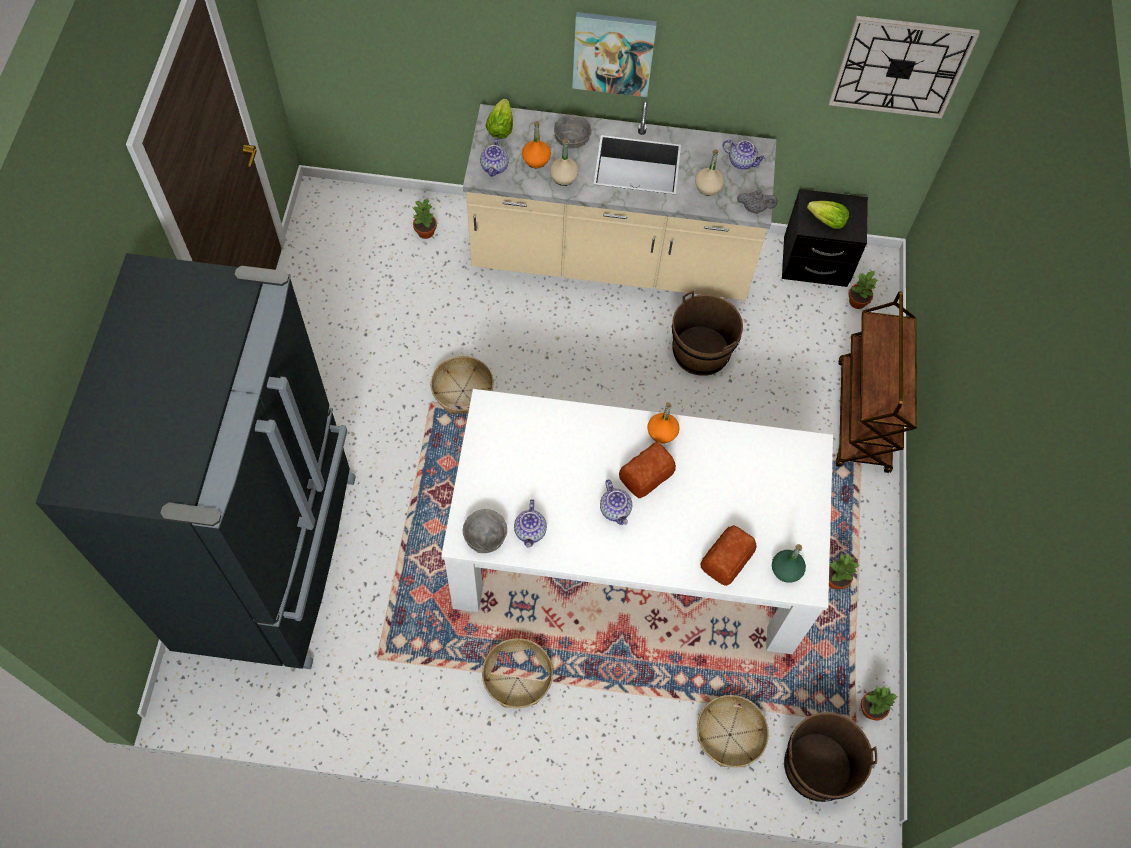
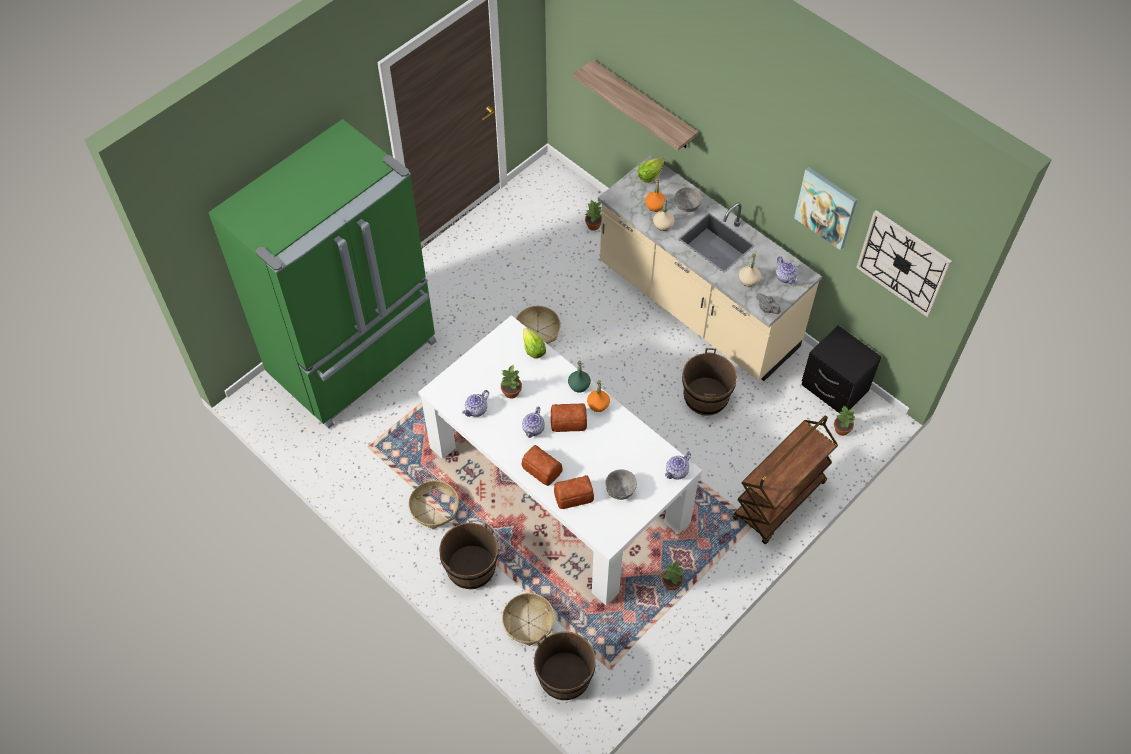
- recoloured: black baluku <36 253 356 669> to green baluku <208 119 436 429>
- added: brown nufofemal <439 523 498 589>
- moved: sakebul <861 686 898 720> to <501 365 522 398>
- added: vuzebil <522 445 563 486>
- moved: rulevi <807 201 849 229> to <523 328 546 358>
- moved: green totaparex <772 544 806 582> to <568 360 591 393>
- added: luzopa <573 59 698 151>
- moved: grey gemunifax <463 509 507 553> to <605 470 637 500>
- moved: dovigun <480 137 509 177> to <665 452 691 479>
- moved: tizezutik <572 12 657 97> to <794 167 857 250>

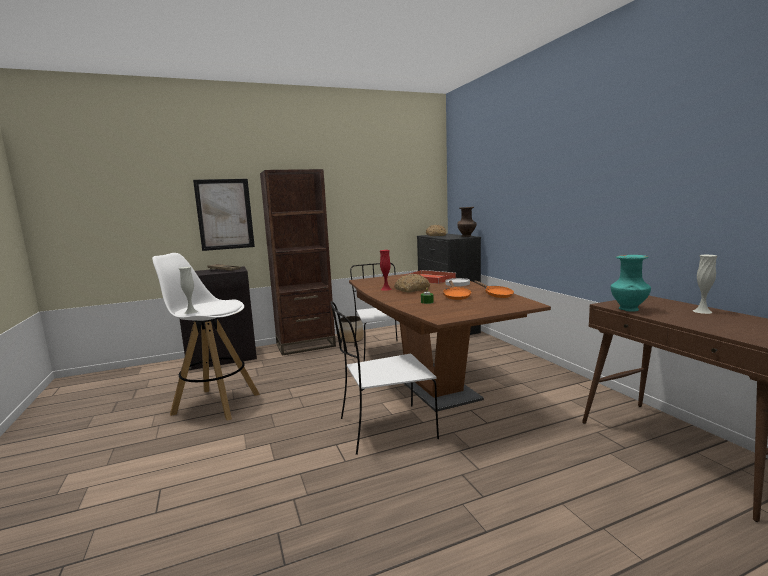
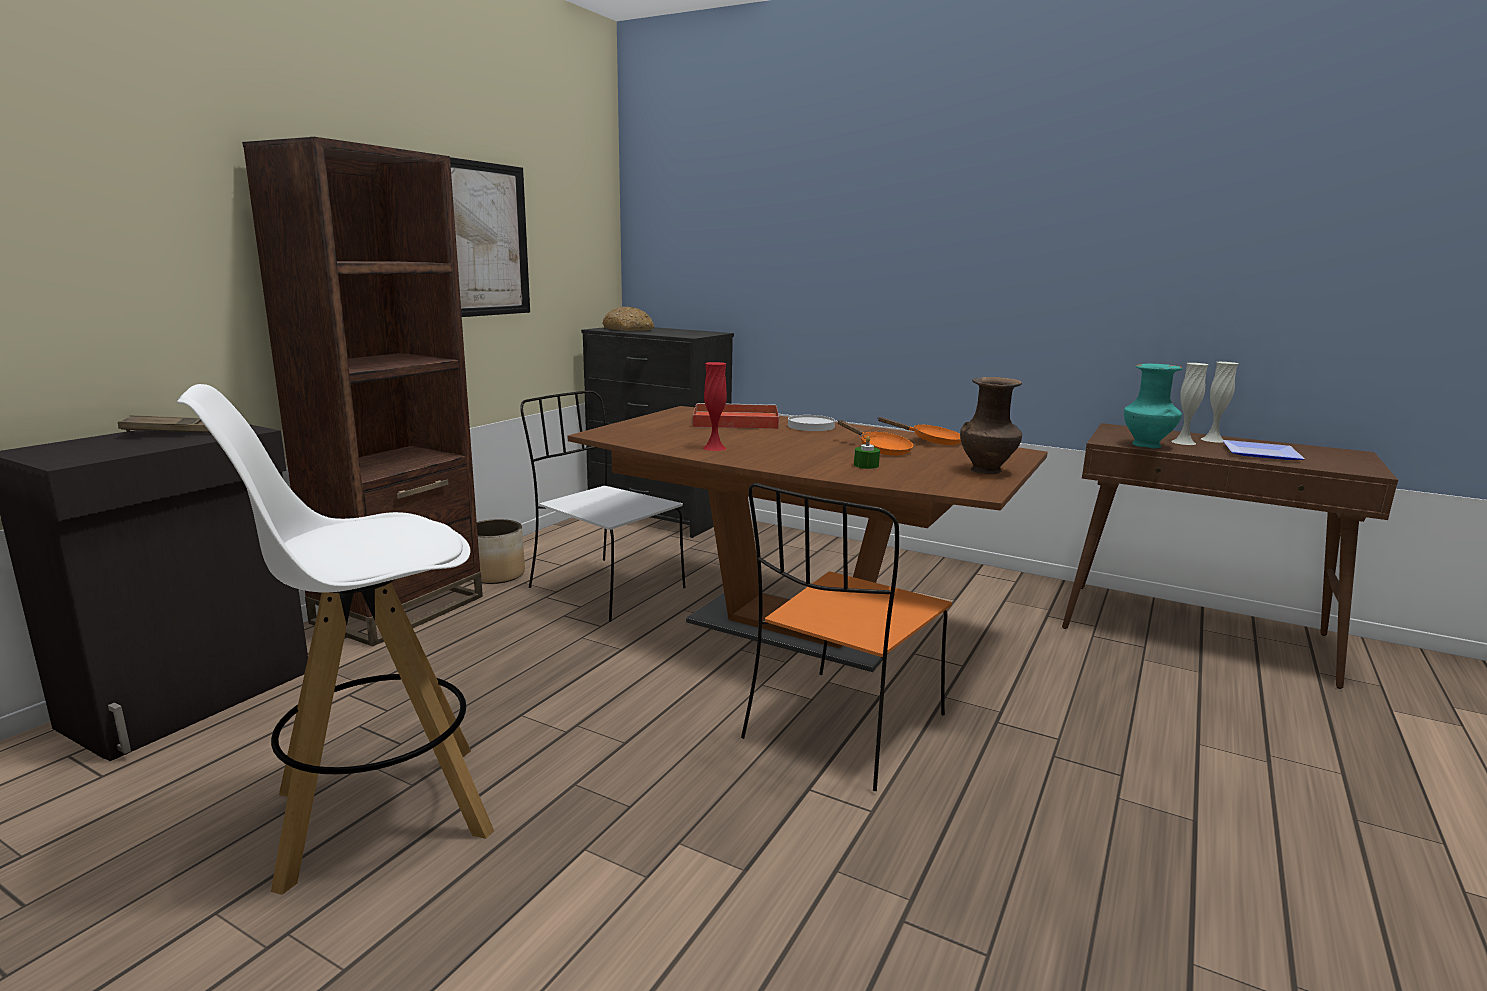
- moved: tizezutik <193 179 255 251> to <450 157 530 317>
- recoloured: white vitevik <331 301 439 455> to orange vitevik <741 483 952 791>
- moved: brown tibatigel <457 207 477 237> to <960 377 1022 474>
- moved: white tibatigel <179 267 198 314> to <1171 363 1209 445>
- added: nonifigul <1223 440 1305 460>
- removed: vuzebil <394 274 430 293>

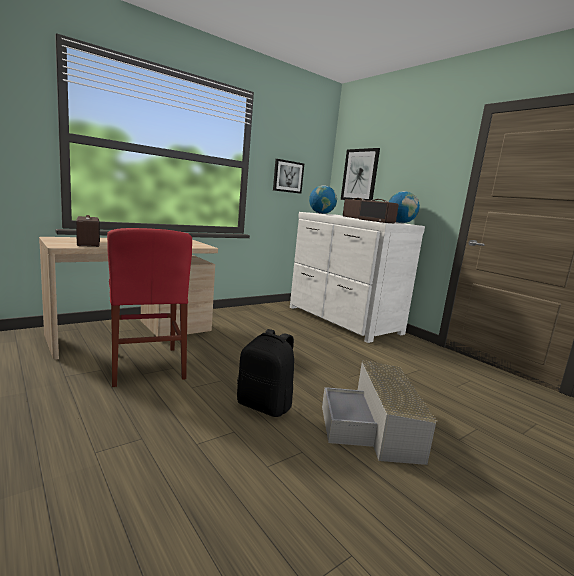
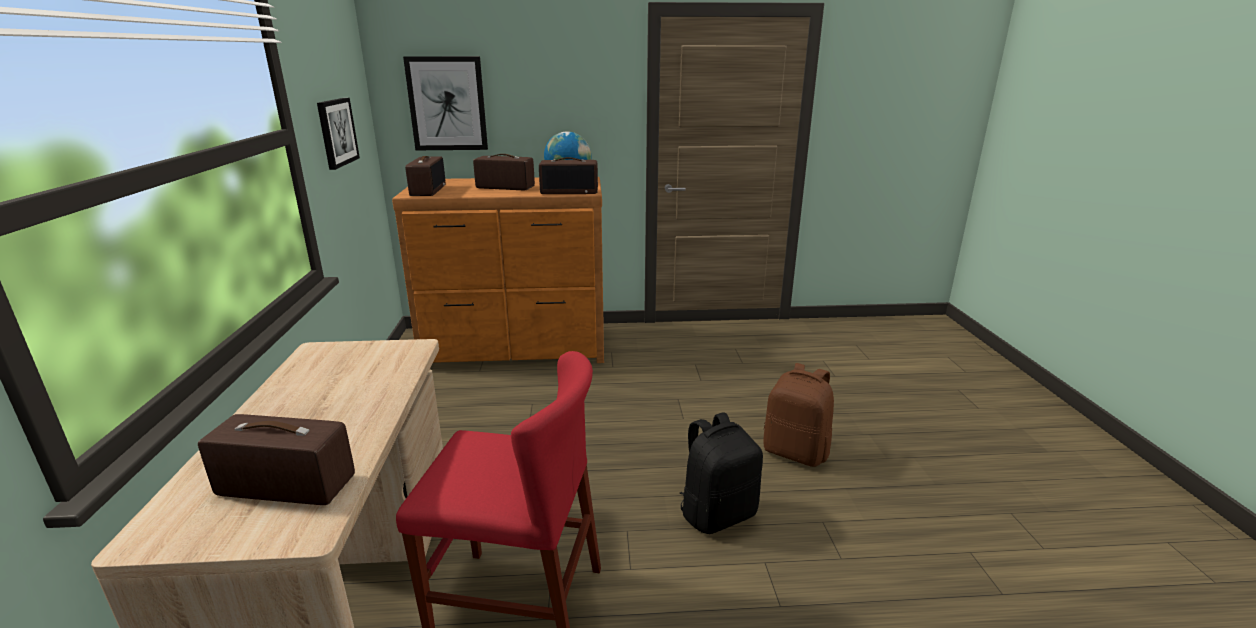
- recoloured: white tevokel <290 212 425 343> to brown tevokel <392 177 604 363>
- replaced: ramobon <309 185 337 214> to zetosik <405 156 446 196>
- replaced: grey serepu <322 360 438 465> to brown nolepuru <763 363 834 467>

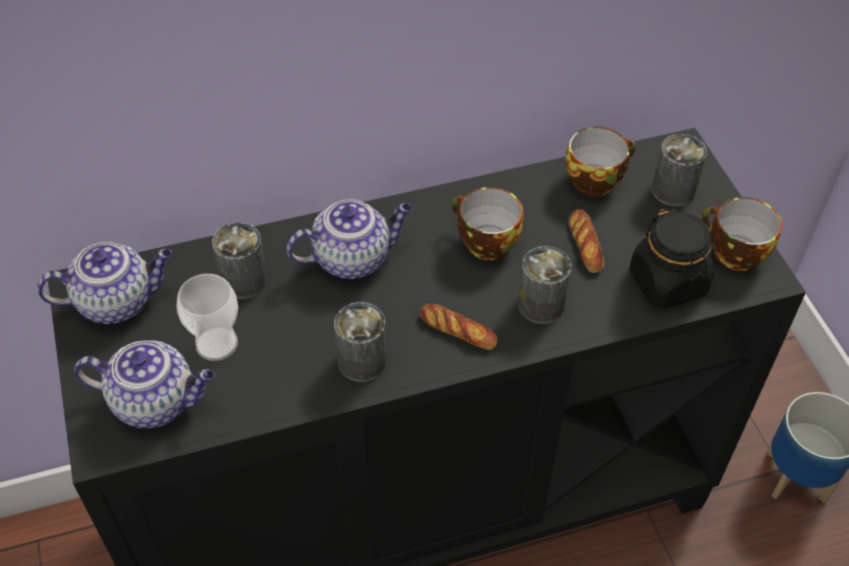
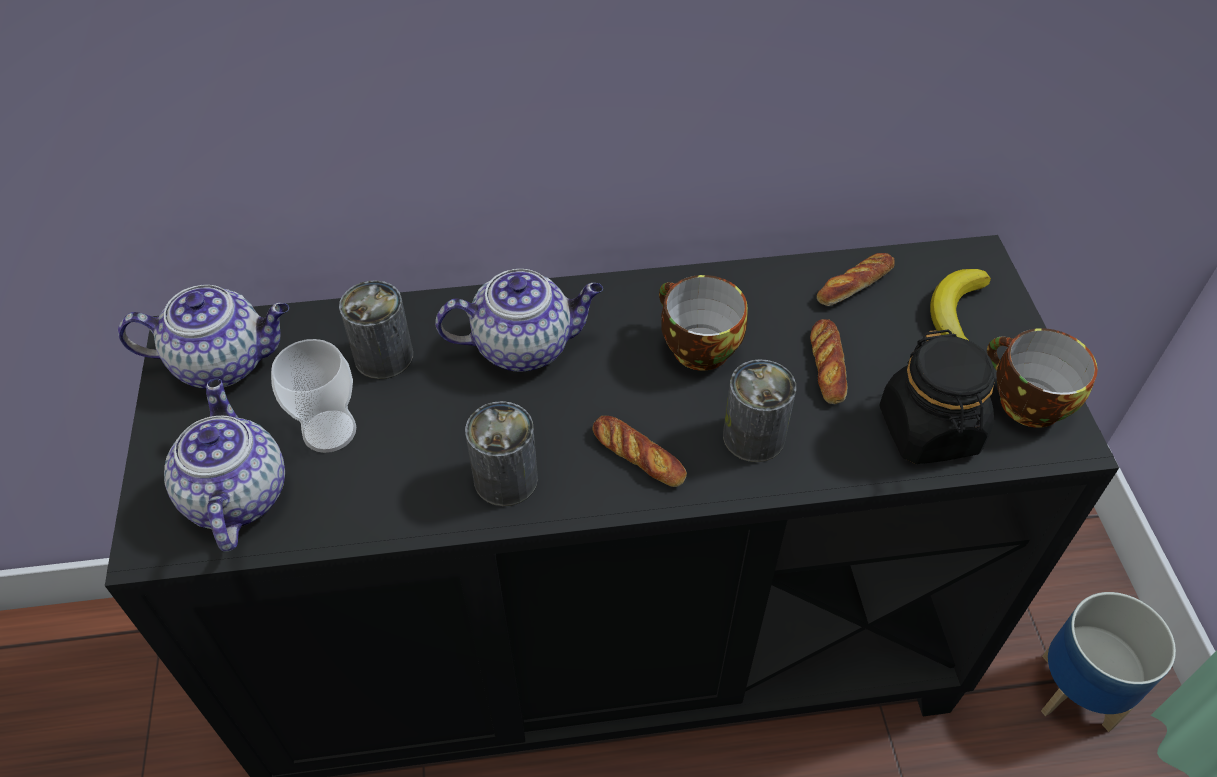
- turned: dovigun <74 340 215 429> = <164 379 285 552> 120 degrees counterclockwise
- replaced: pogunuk <565 127 635 197> to vuzebil <817 253 895 306>
- replaced: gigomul <652 134 707 206> to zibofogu <930 269 991 340>

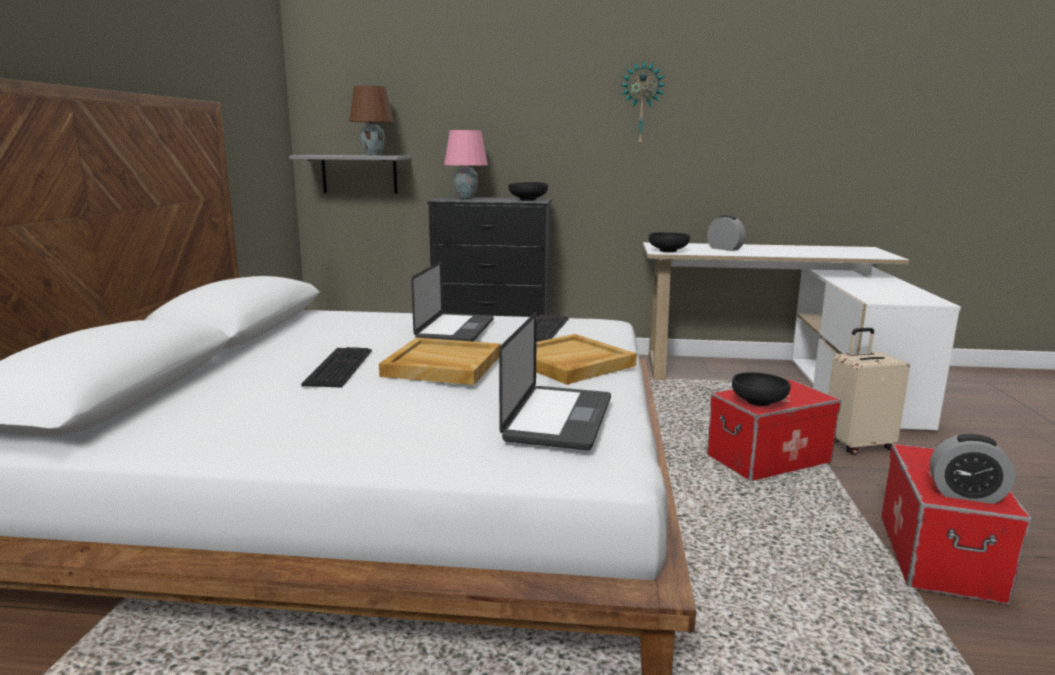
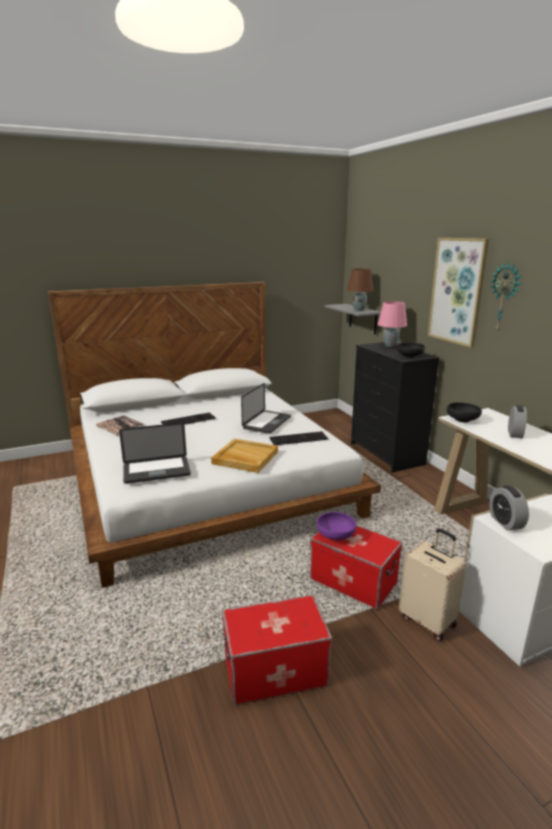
- added: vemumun <96 415 144 435>
- turned: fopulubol <411 261 494 342> = <241 383 291 434> 45 degrees counterclockwise
- recoloured: black gemunifax <732 372 791 406> to purple gemunifax <317 512 356 540>
- added: tizezutik <428 238 489 348>
- moved: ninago <930 434 1015 504> to <489 486 529 531>
- removed: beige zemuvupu <379 338 501 385>

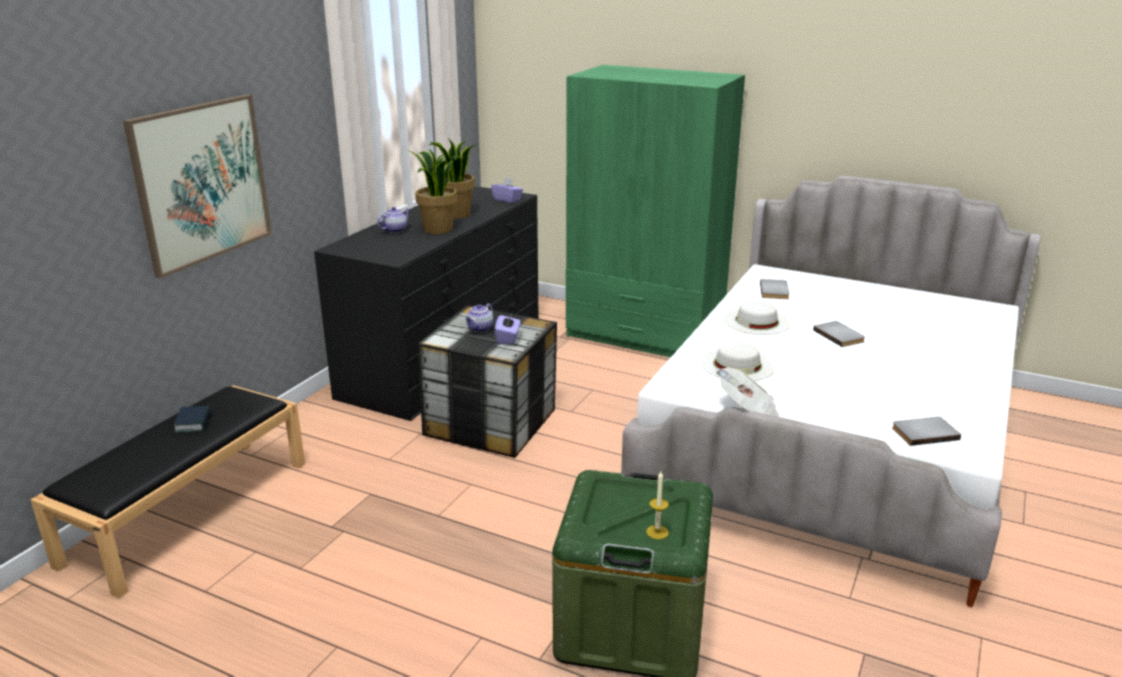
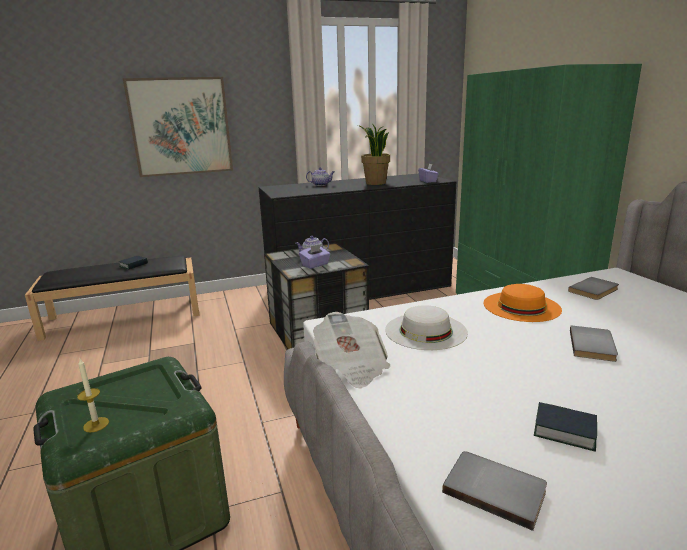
- recoloured: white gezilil <723 301 791 335> to orange gezilil <483 284 562 322>
- added: vemumun <534 402 597 452>
- removed: sakebul <409 149 457 234>

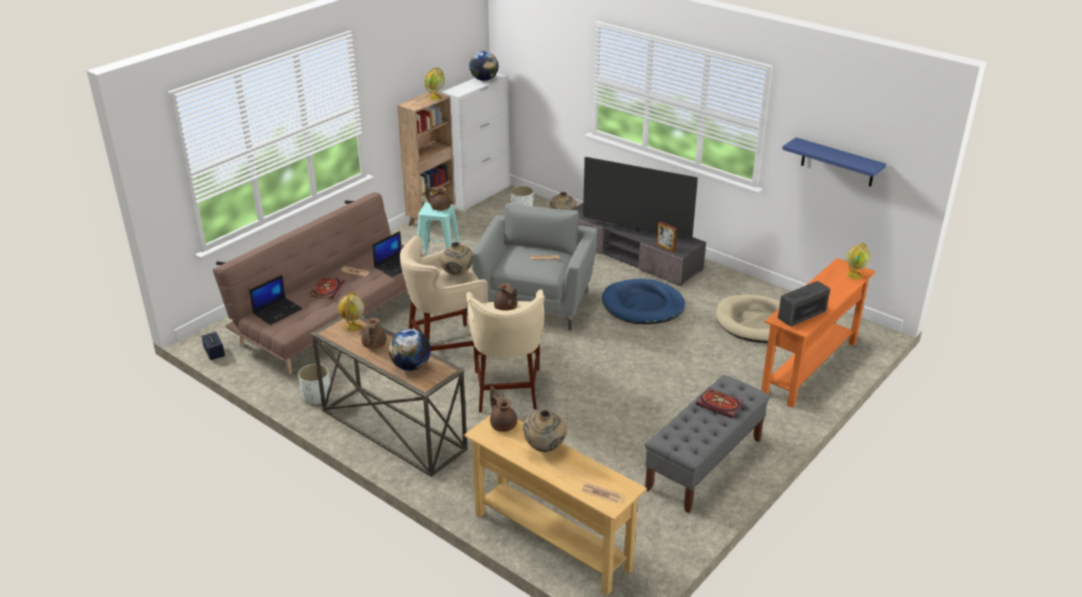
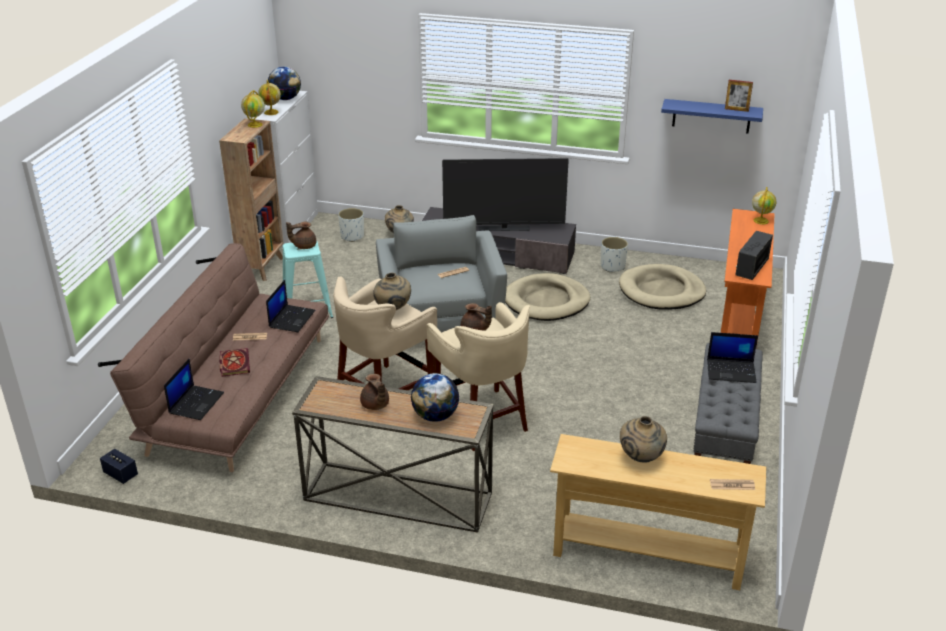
- moved: ramobon <338 291 364 331> to <258 80 281 115>
- recoloured: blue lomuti <602 279 685 324> to beige lomuti <505 273 590 321>
- moved: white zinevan <298 364 331 404> to <601 237 628 272>
- replaced: vemumun <696 388 743 418> to fopulubol <707 332 758 383>
- moved: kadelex <657 222 677 253> to <725 80 753 112>
- removed: brown dovigun <490 386 517 432>

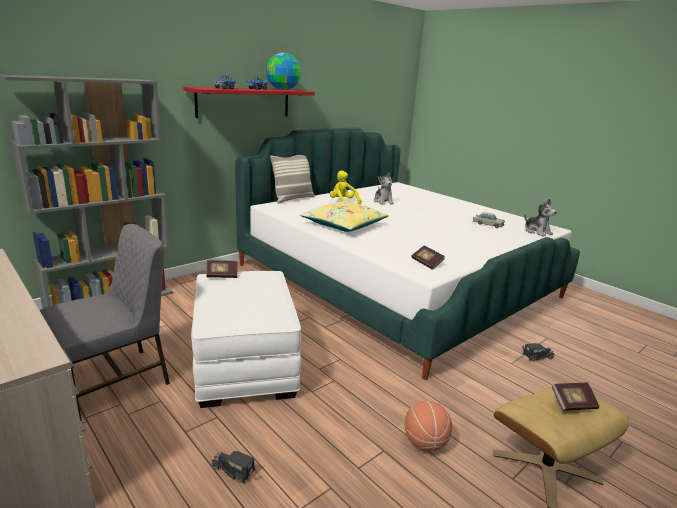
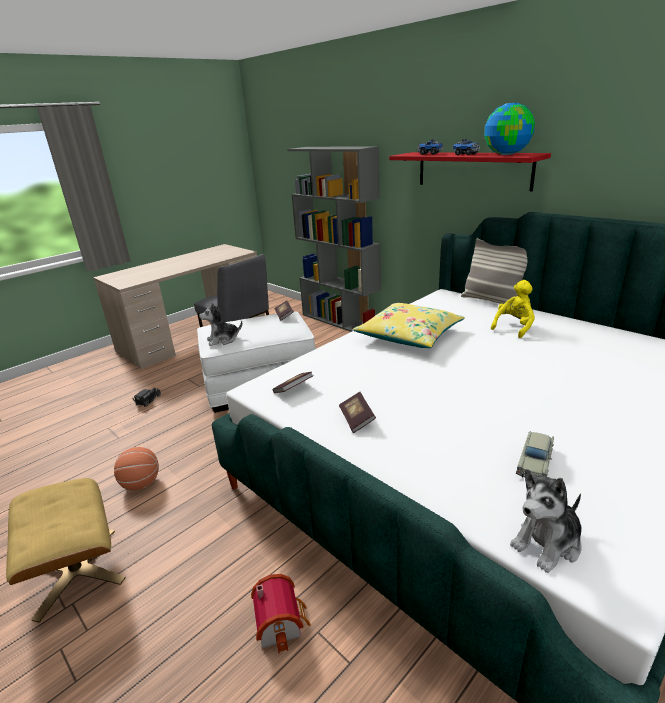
- moved: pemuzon <374 172 394 205> to <199 303 242 346>
- replaced: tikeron <522 343 555 361> to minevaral <251 574 311 653>
- moved: vemumun <552 383 600 411> to <339 392 376 433>

